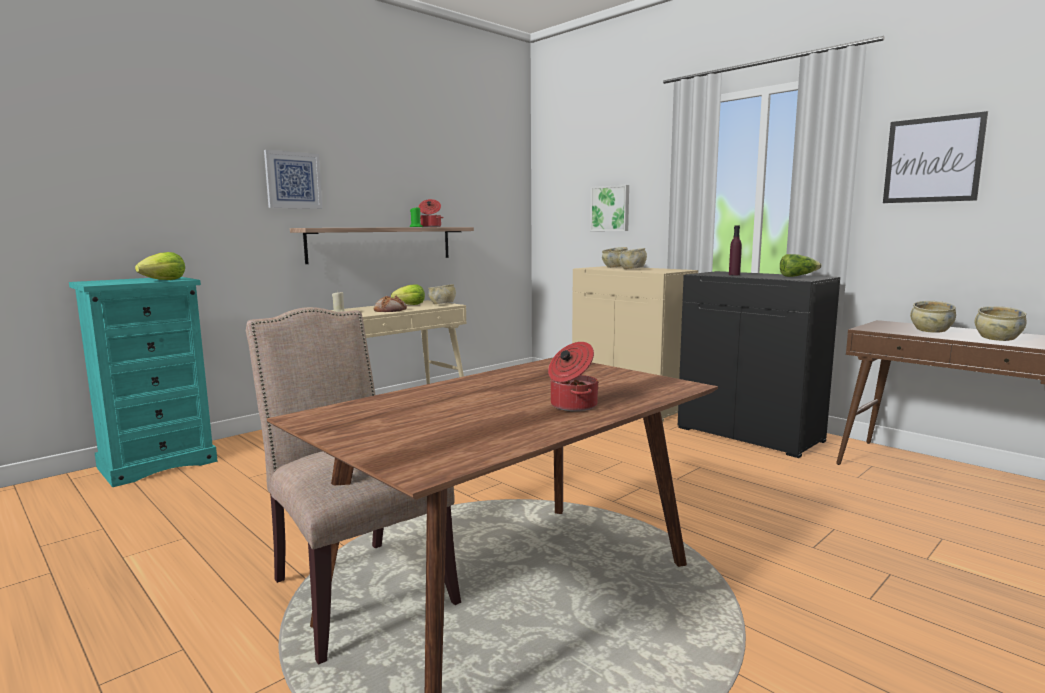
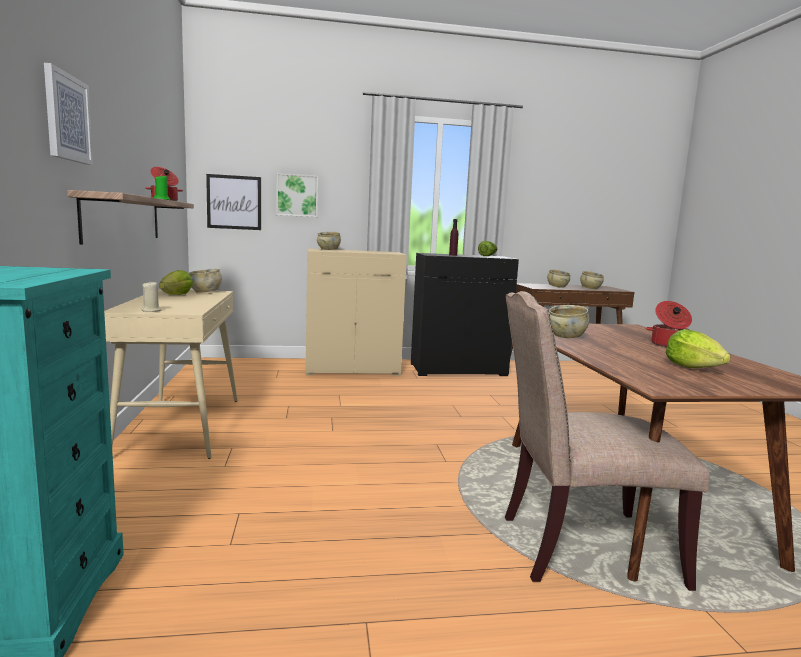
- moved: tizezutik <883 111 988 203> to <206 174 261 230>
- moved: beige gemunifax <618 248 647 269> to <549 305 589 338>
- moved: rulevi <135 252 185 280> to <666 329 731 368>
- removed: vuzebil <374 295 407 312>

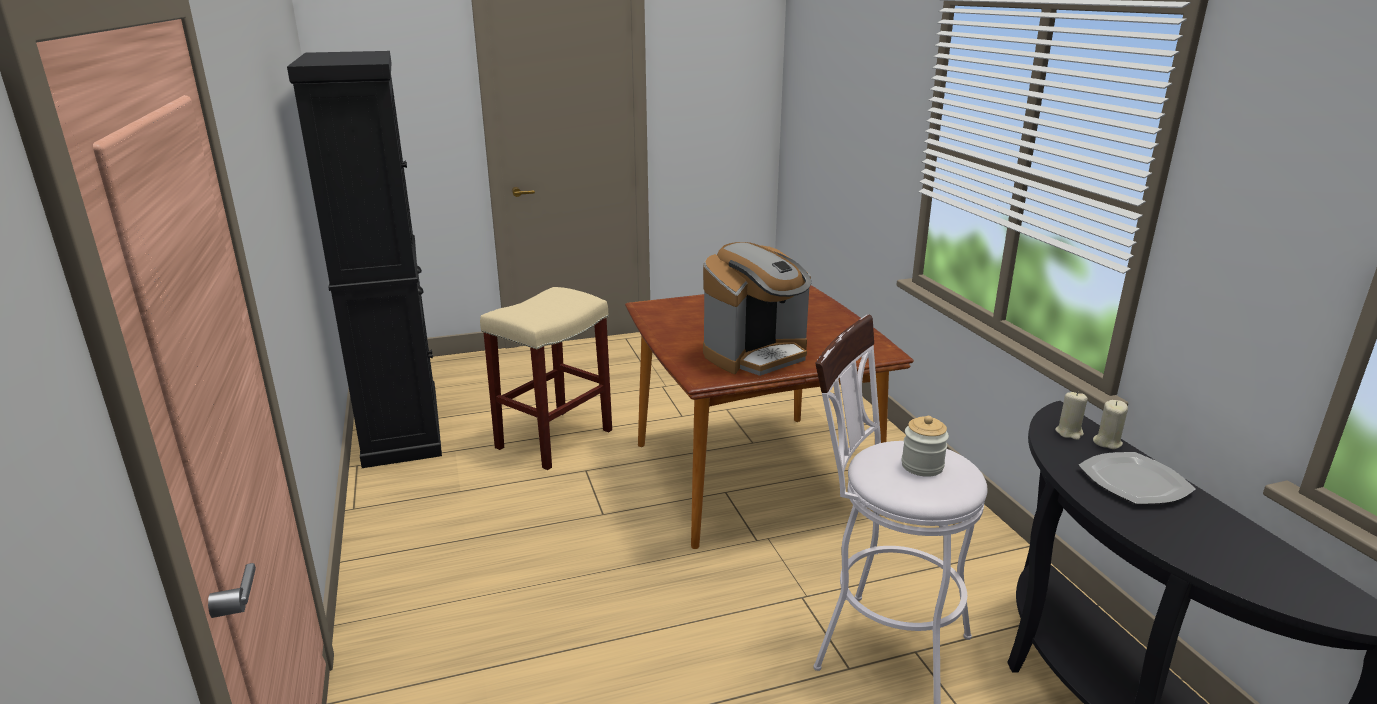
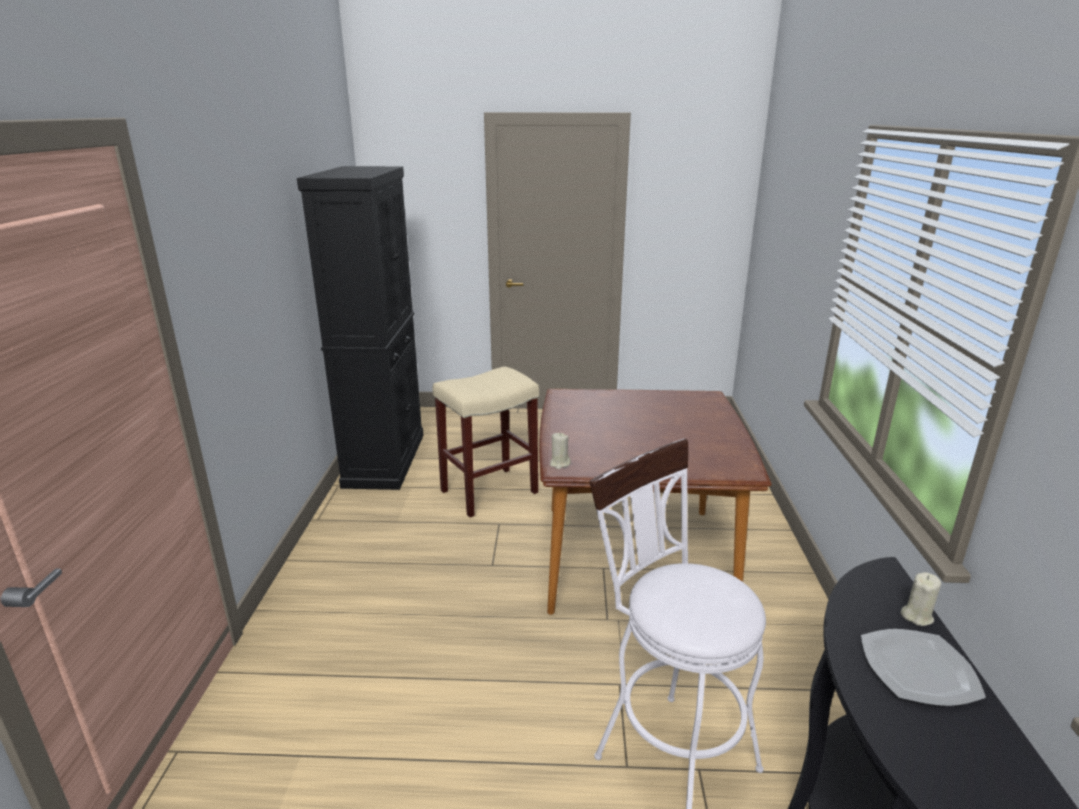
- moved: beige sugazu <1055 391 1088 440> to <550 433 571 469>
- removed: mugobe <703 242 812 376>
- removed: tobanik <901 416 949 477>

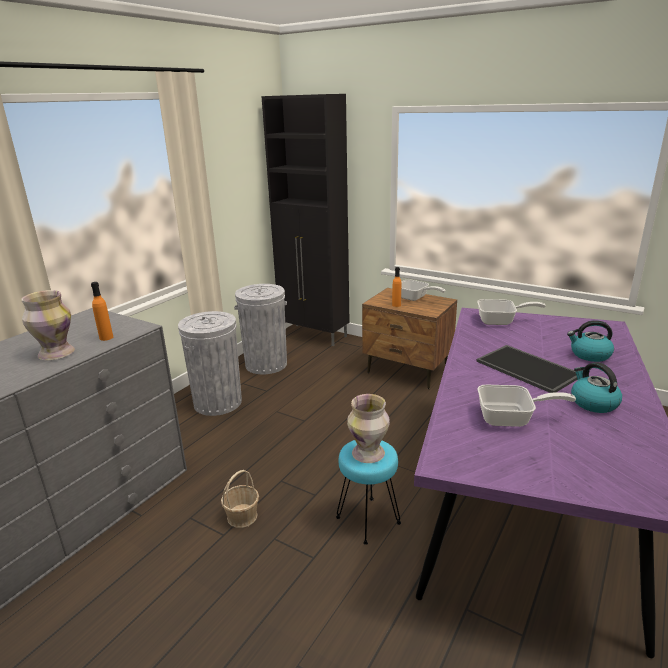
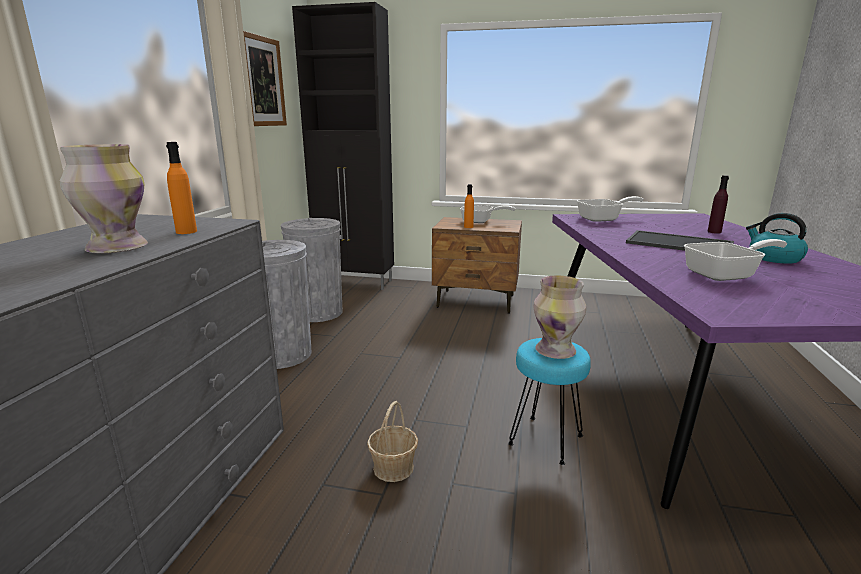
- added: tizezutik <243 31 287 126>
- replaced: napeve <567 320 614 362> to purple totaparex <707 175 729 234>

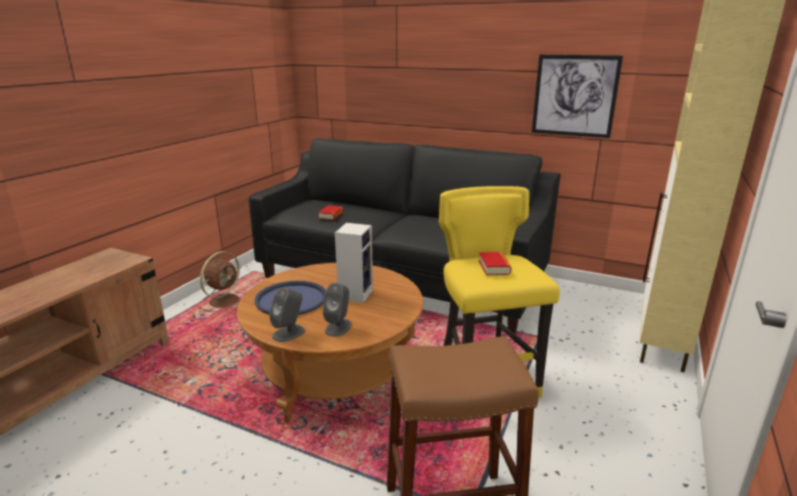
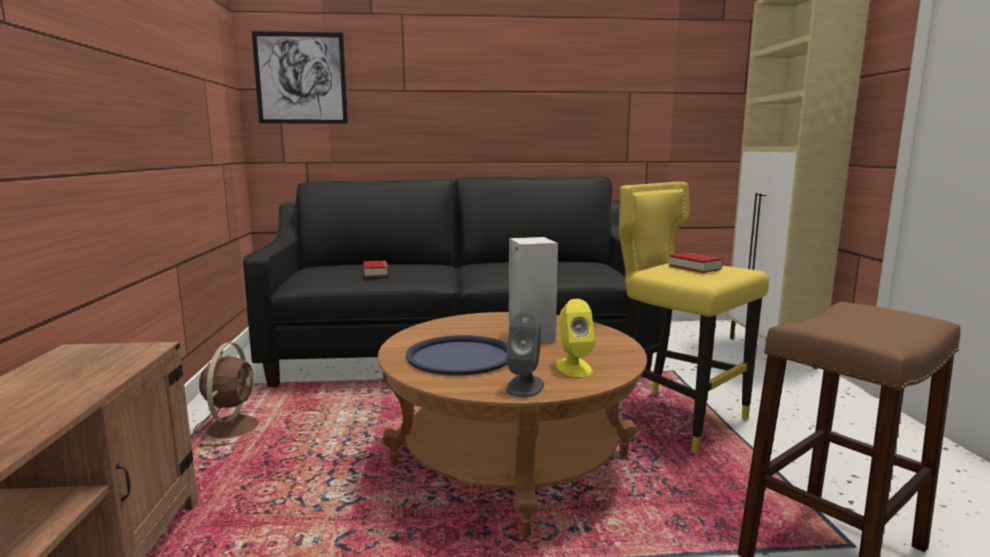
- moved: tizezutik <532 55 623 138> to <252 31 348 124>
- recoloured: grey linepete <323 283 352 337> to yellow linepete <556 299 595 377>

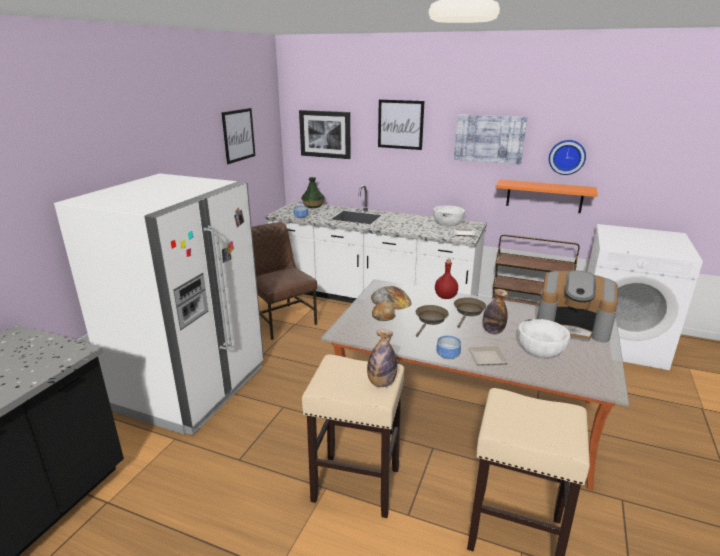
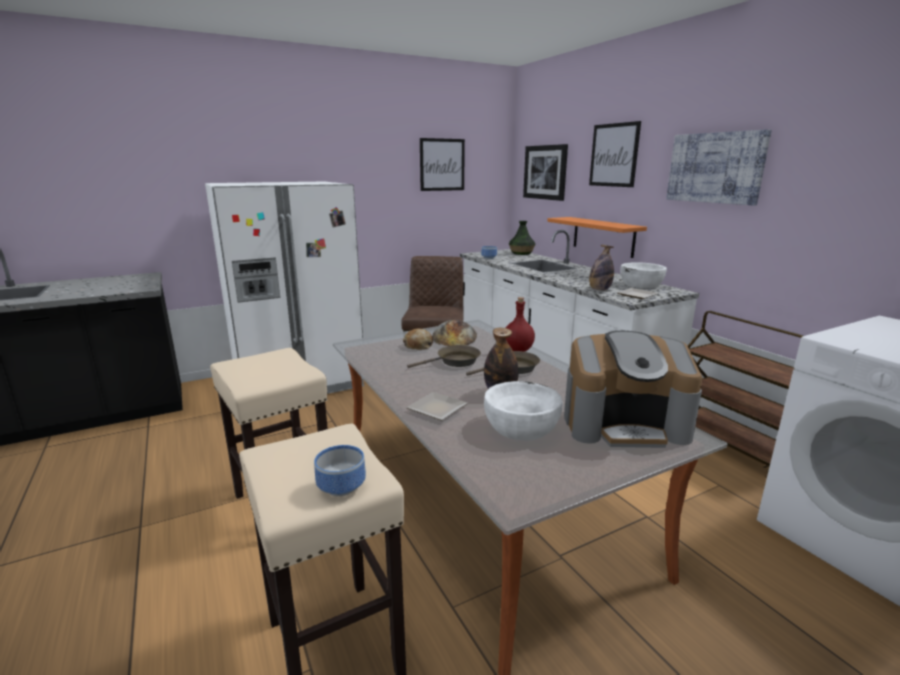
- moved: gemunifax <436 336 461 360> to <314 445 366 496>
- moved: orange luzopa <496 179 598 213> to <547 217 647 258>
- turned: mugobe <537 270 618 342> = <564 331 702 448> 60 degrees counterclockwise
- moved: totaparex <367 329 397 387> to <589 245 614 291>
- removed: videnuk <549 140 586 175>

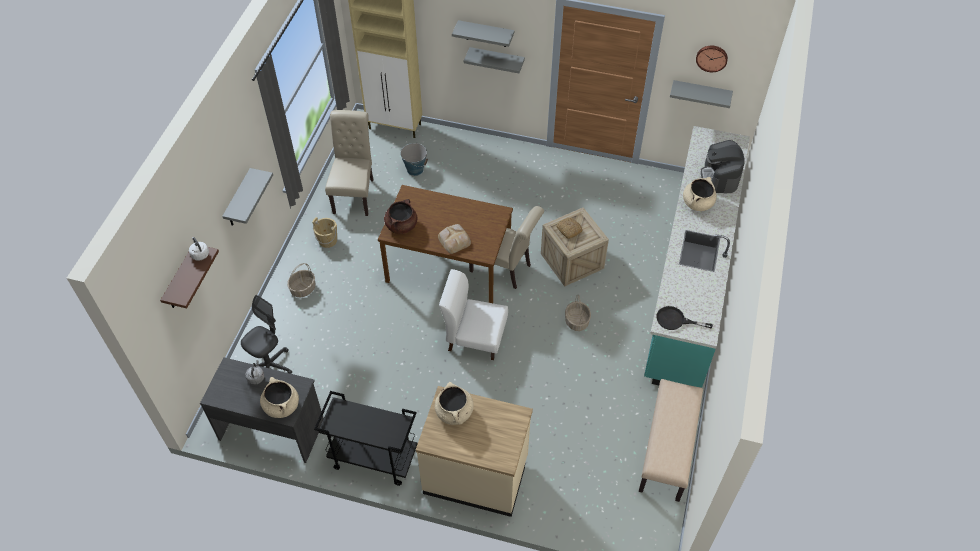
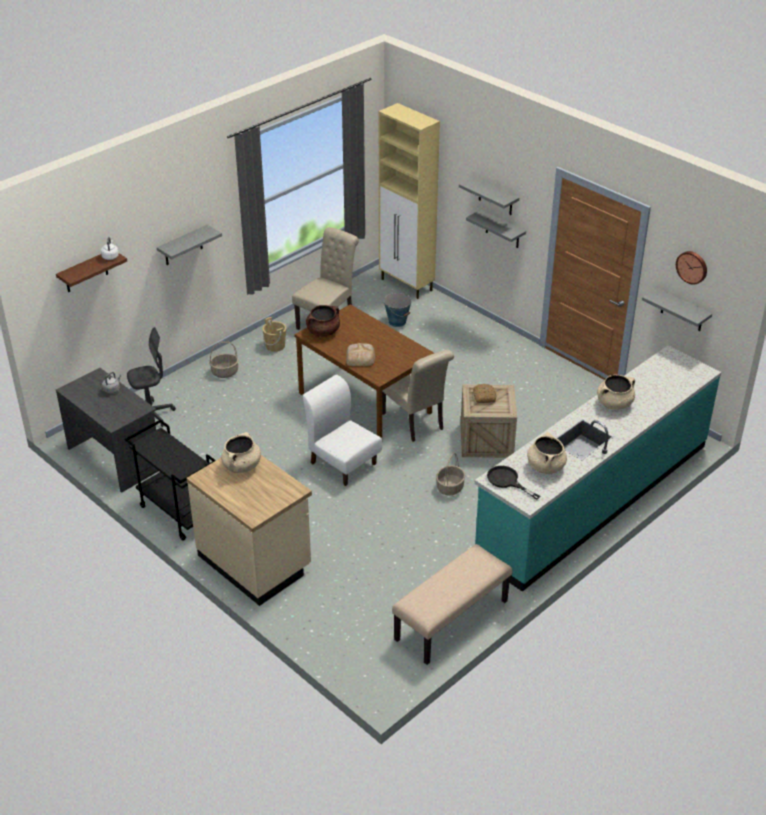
- moved: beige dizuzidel <260 377 299 418> to <527 432 567 474>
- removed: mugobe <701 140 745 193>

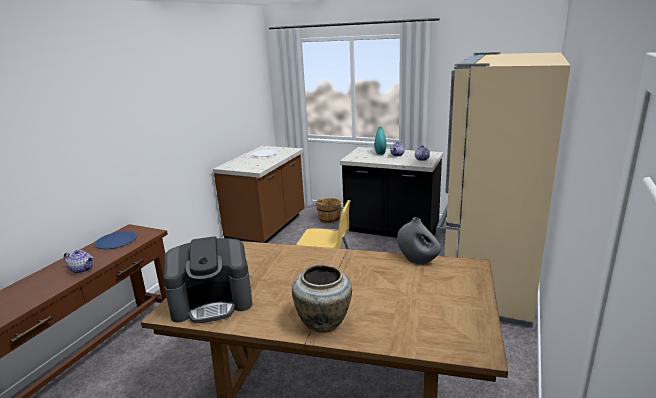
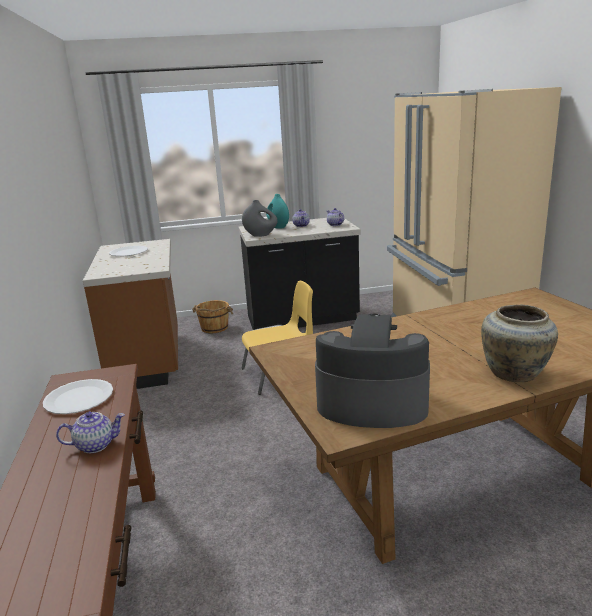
- recoloured: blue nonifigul <95 231 137 249> to white nonifigul <43 379 113 414>
- moved: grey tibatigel <397 217 441 265> to <242 200 277 237>
- turned: mugobe <164 236 253 323> = <315 314 430 428> 120 degrees counterclockwise

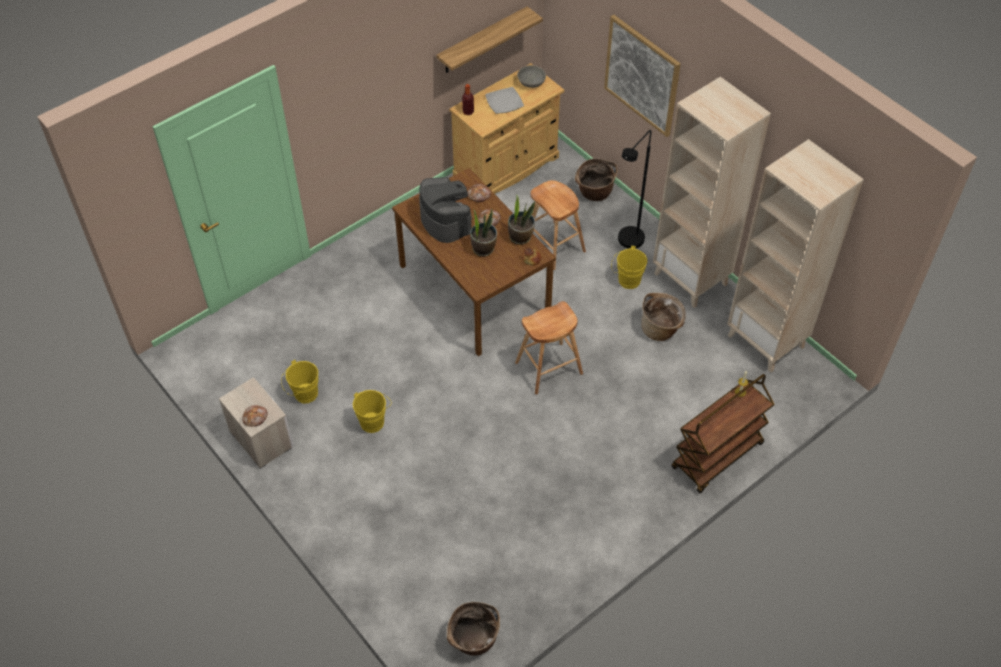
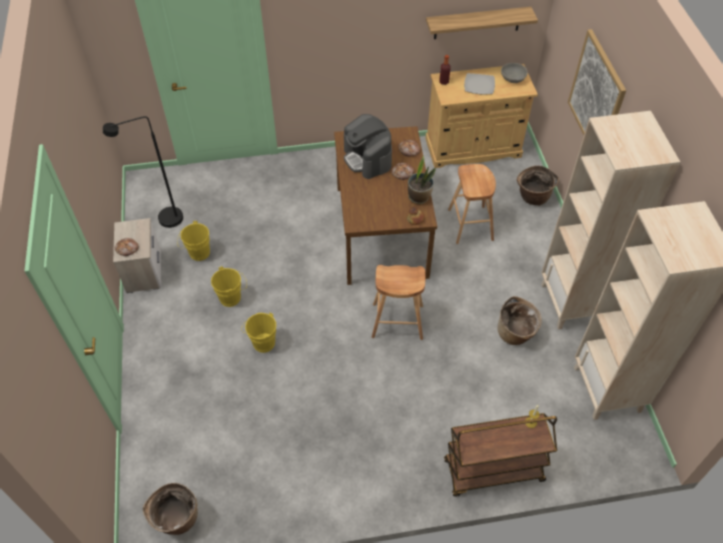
- moved: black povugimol <618 130 652 249> to <103 116 183 228>
- moved: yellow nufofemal <611 246 648 289> to <241 312 276 353>
- turned: mugobe <419 177 472 243> = <344 114 392 179> 150 degrees clockwise
- removed: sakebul <470 209 497 257>

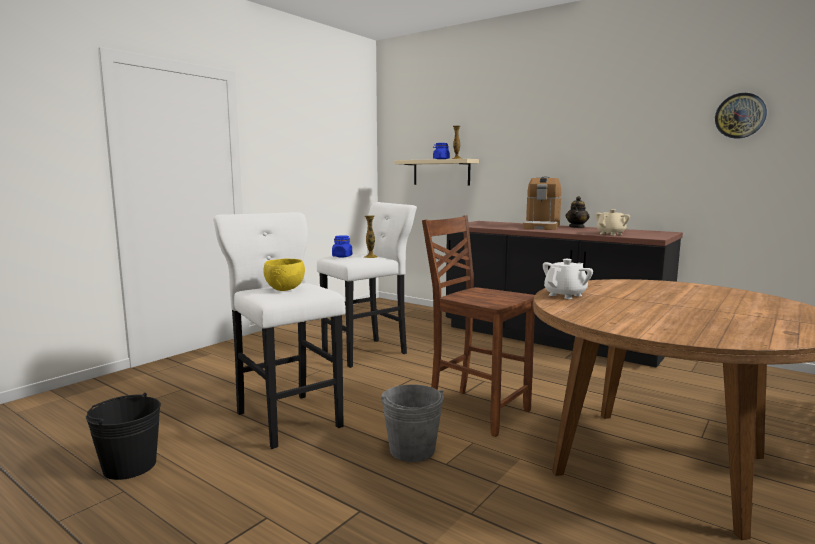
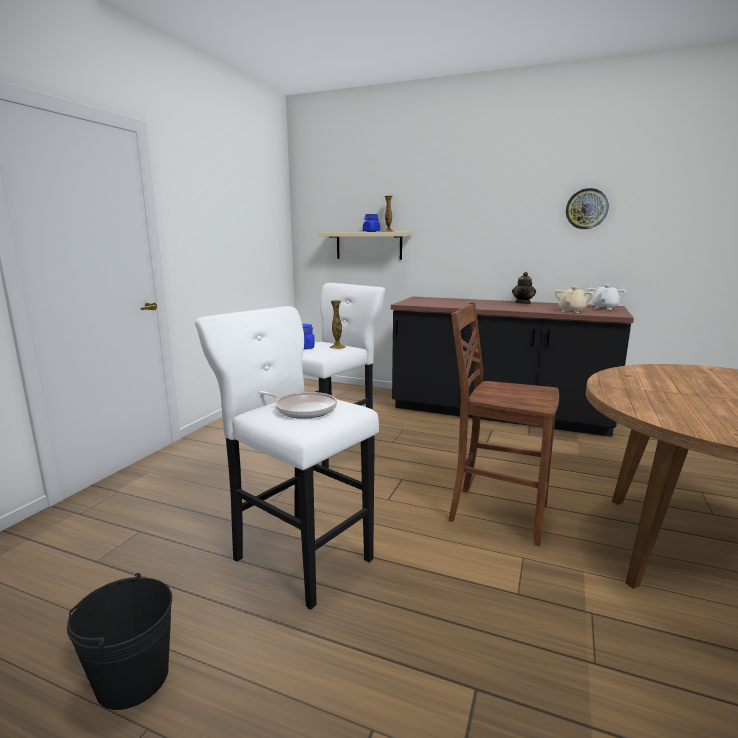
- replaced: yellow gemunifax <264 259 305 291> to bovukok <258 391 337 419>
- moved: videnuk <715 93 767 139> to <566 188 609 229>
- moved: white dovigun <543 259 593 299> to <588 284 627 310>
- removed: grey nufofemal <381 385 444 462>
- removed: mugobe <523 177 562 230>

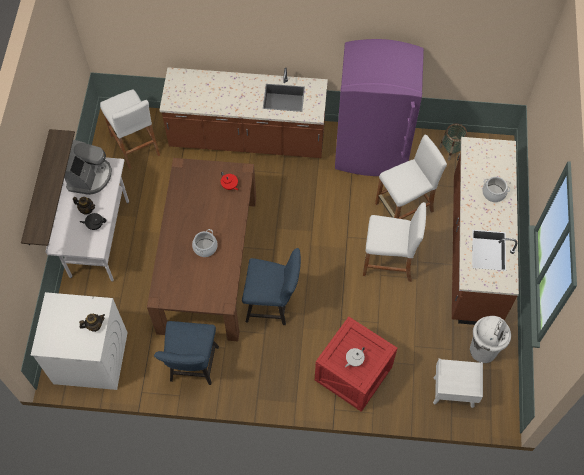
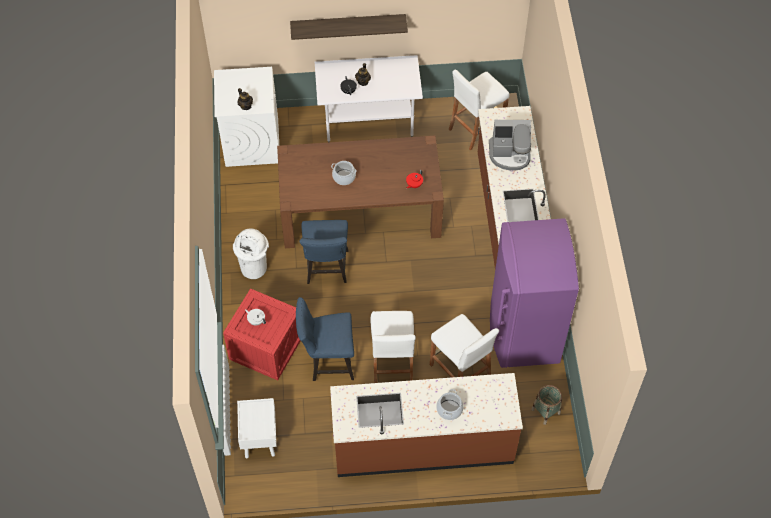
- moved: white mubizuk <470 316 511 363> to <233 228 269 279>
- moved: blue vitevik <154 321 219 385> to <296 297 354 381>
- moved: mugobe <64 139 112 195> to <489 120 531 171>

